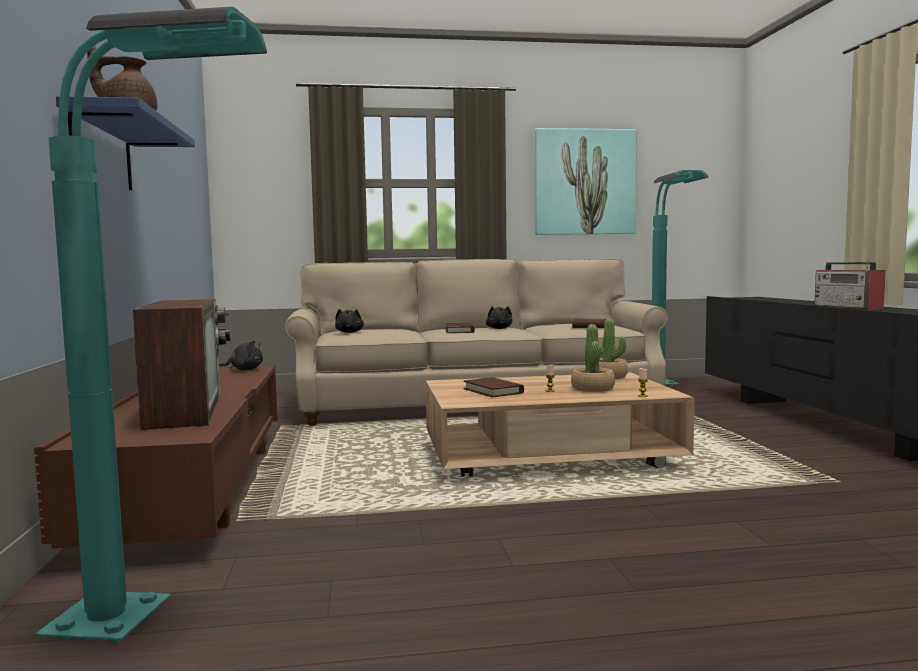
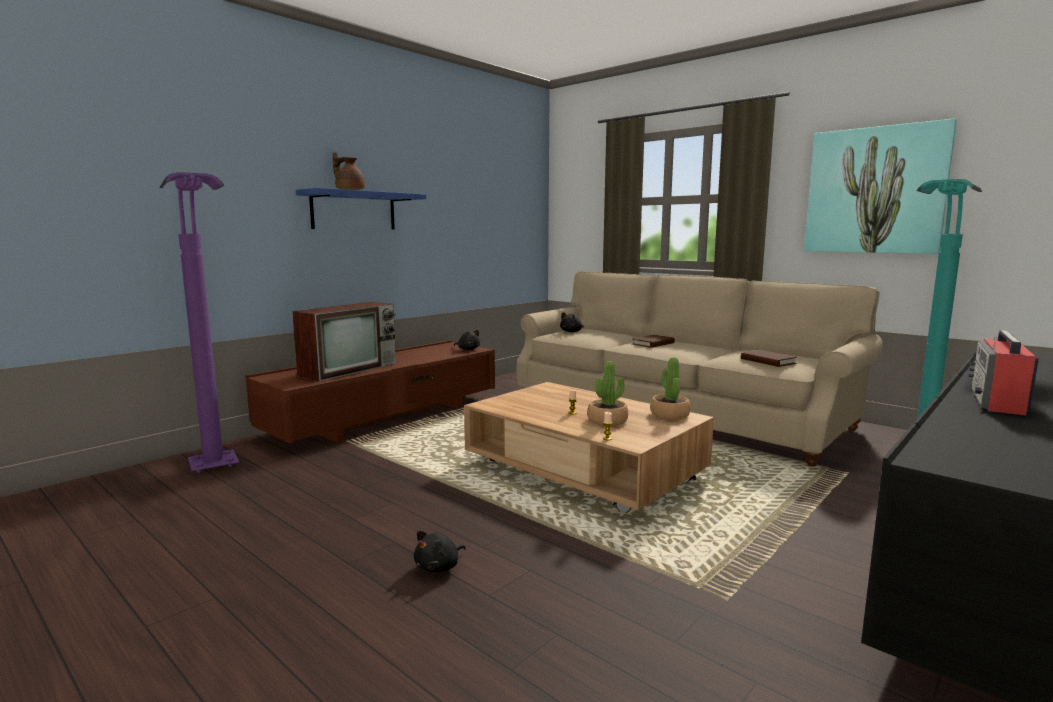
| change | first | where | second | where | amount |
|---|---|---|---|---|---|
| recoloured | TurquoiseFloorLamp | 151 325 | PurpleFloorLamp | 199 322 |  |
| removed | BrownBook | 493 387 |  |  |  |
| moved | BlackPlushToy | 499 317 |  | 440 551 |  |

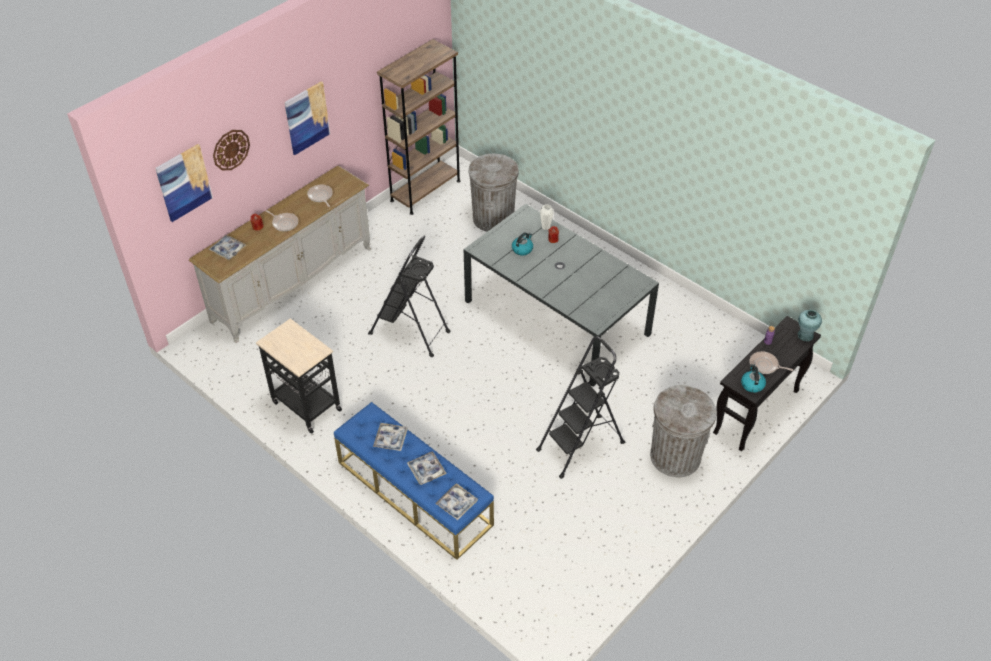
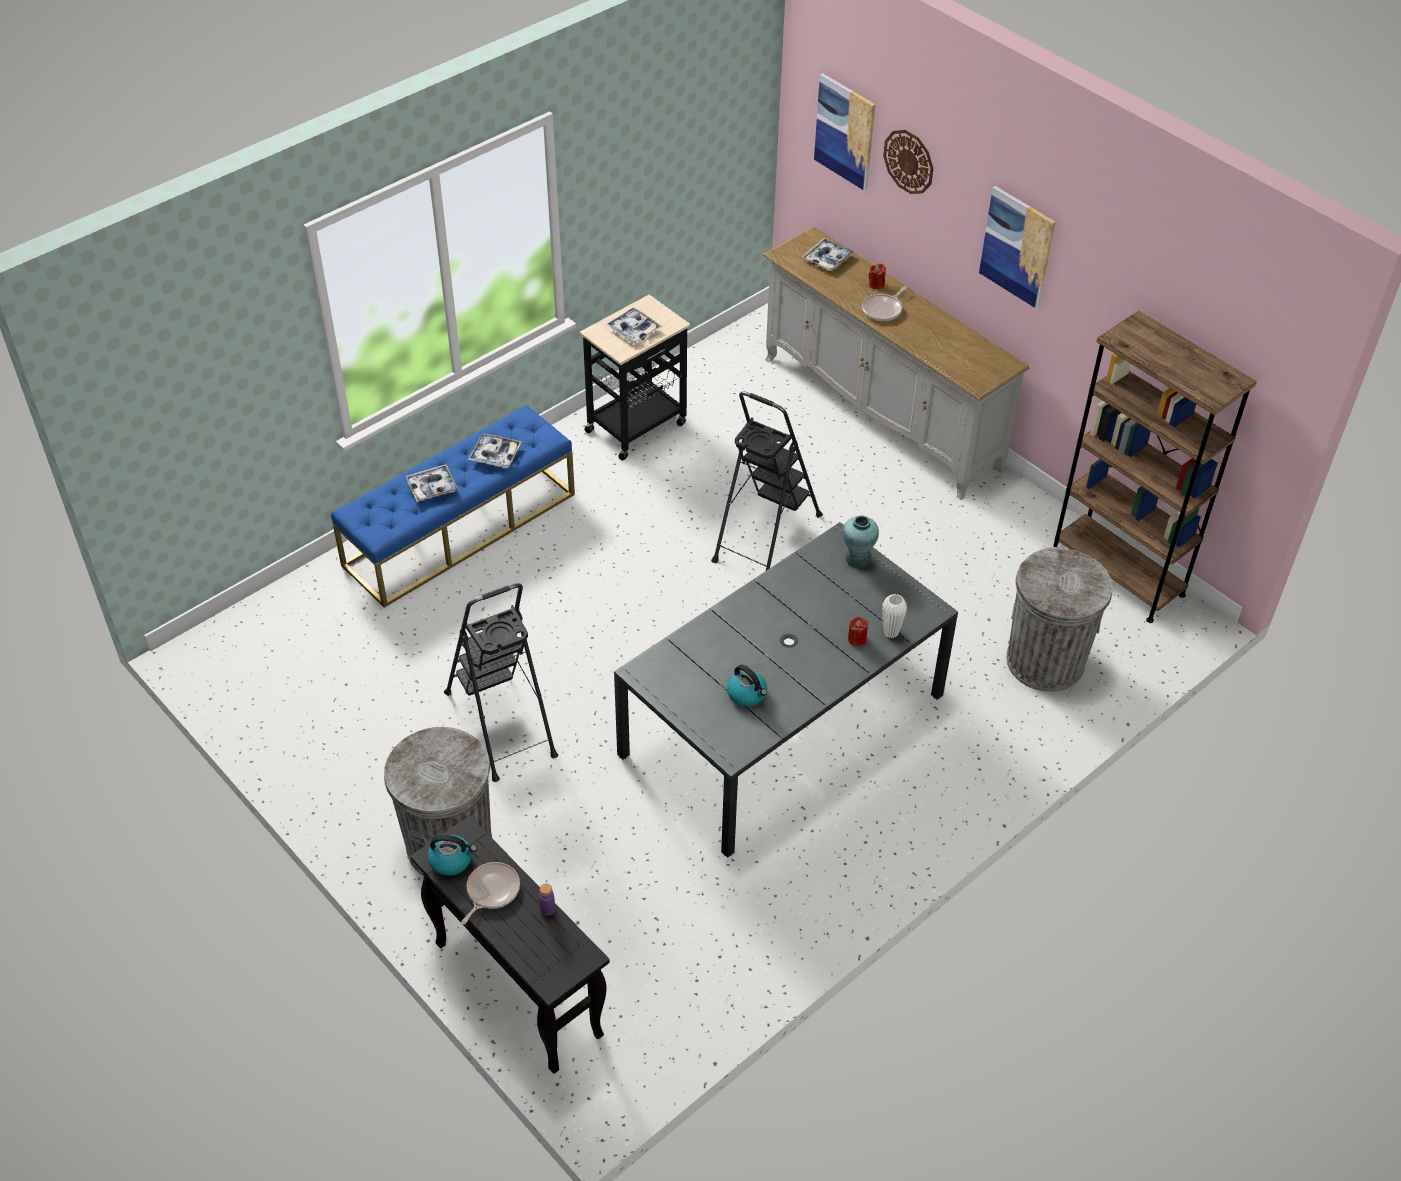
| change | first | where | second | where | amount |
|---|---|---|---|---|---|
| removed | FryingPan | 320 196 |  |  |  |
| moved | Tray | 456 501 |  | 633 326 |  |
| moved | Kettle | 522 244 |  | 747 686 |  |
| moved | TurquoiseVase | 810 326 |  | 861 541 |  |

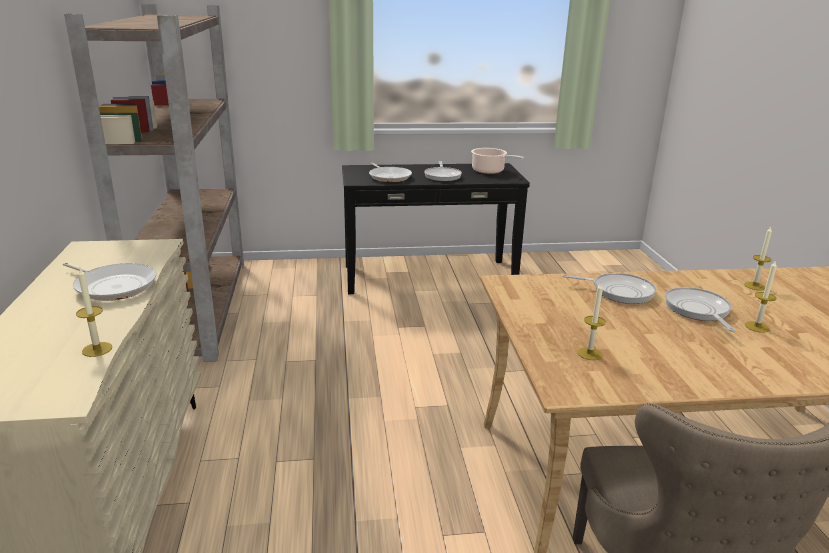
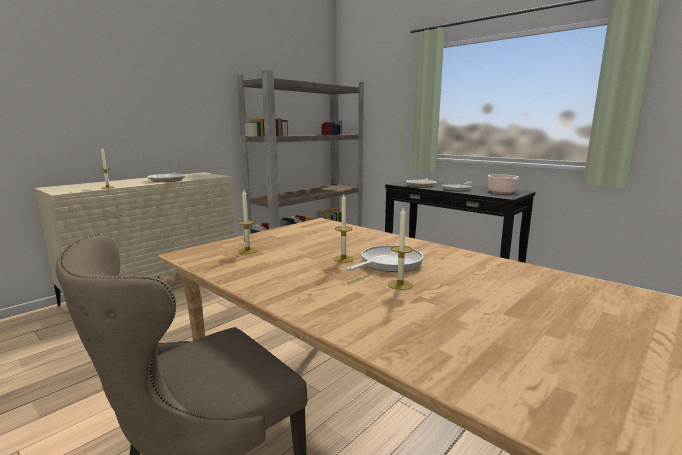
| change | first | where | second | where | amount |
|---|---|---|---|---|---|
| removed | FryingPan | 609 288 |  |  |  |
| moved | Candle | 758 258 |  | 343 228 |  |

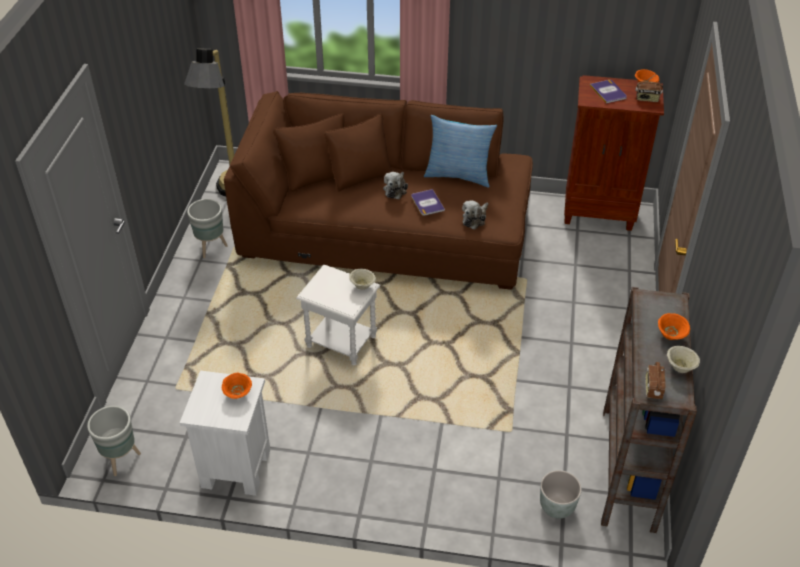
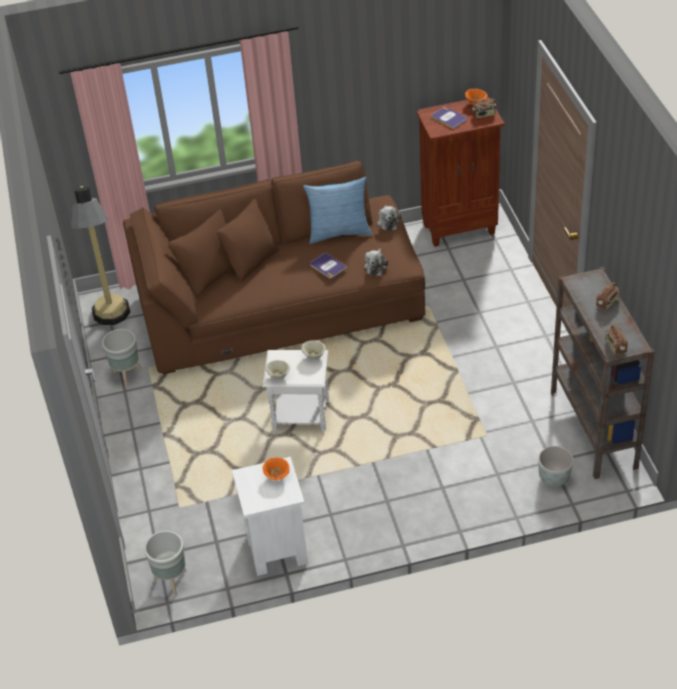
| change | first | where | second | where | amount |
|---|---|---|---|---|---|
| moved | PlushToy | 395 185 |  | 389 218 |  |
| replaced | OrangeBowl | 674 326 | Radio | 608 295 |  |
| moved | BeigeBowl | 683 359 |  | 278 370 |  |

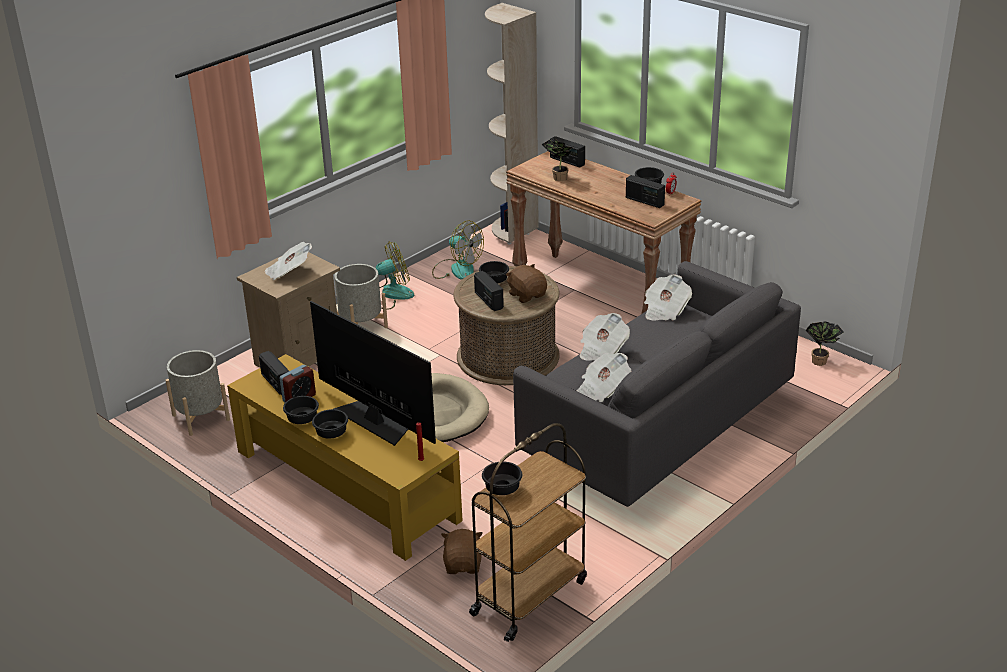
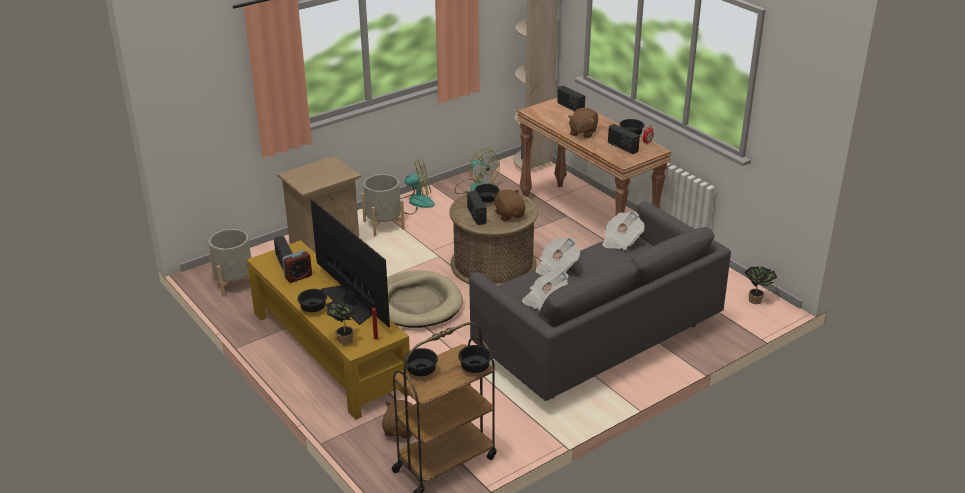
| change | first | where | second | where | amount |
|---|---|---|---|---|---|
| removed | Newspaper | 288 261 |  |  |  |
| moved | BlackBowl | 301 410 |  | 475 359 |  |
| moved | PottedPlant | 557 160 |  | 341 321 |  |
| added |  |  | BrownPlushToy | 583 123 |  |

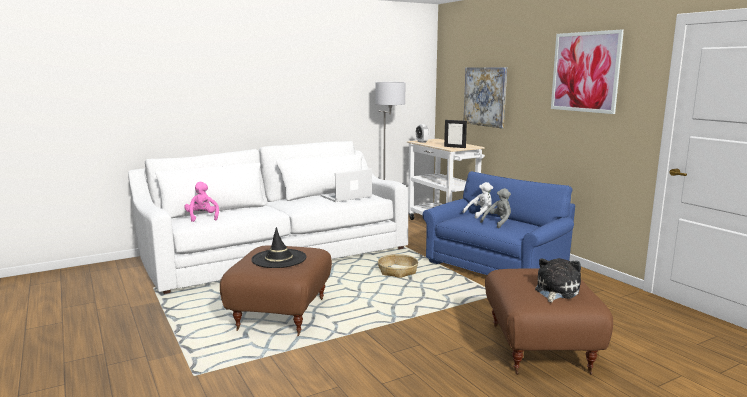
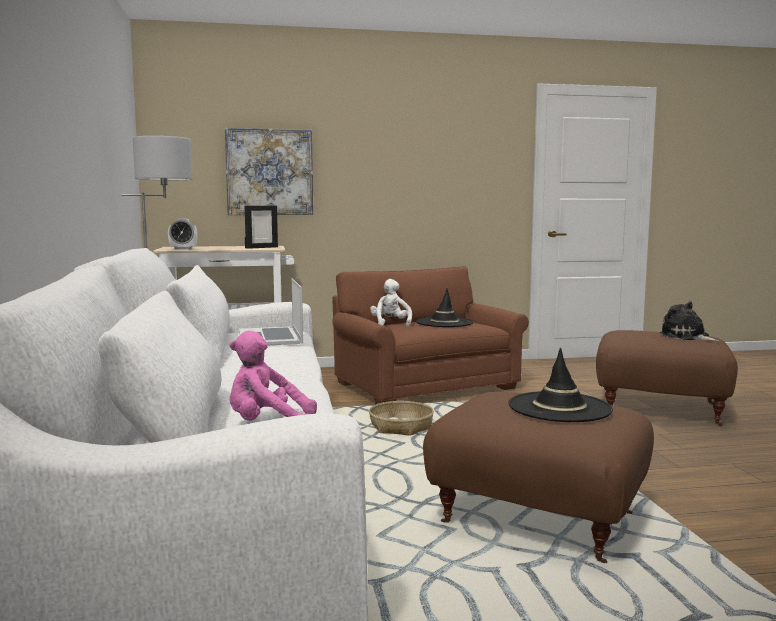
| change | first | where | second | where | amount |
|---|---|---|---|---|---|
| recoloured | BlueArmchair | 499 223 | BrownArmchair | 430 335 |  |
| replaced | GreyPlushToy | 495 208 | BlackHat | 445 307 |  |
| removed | Picture | 587 71 |  |  |  |

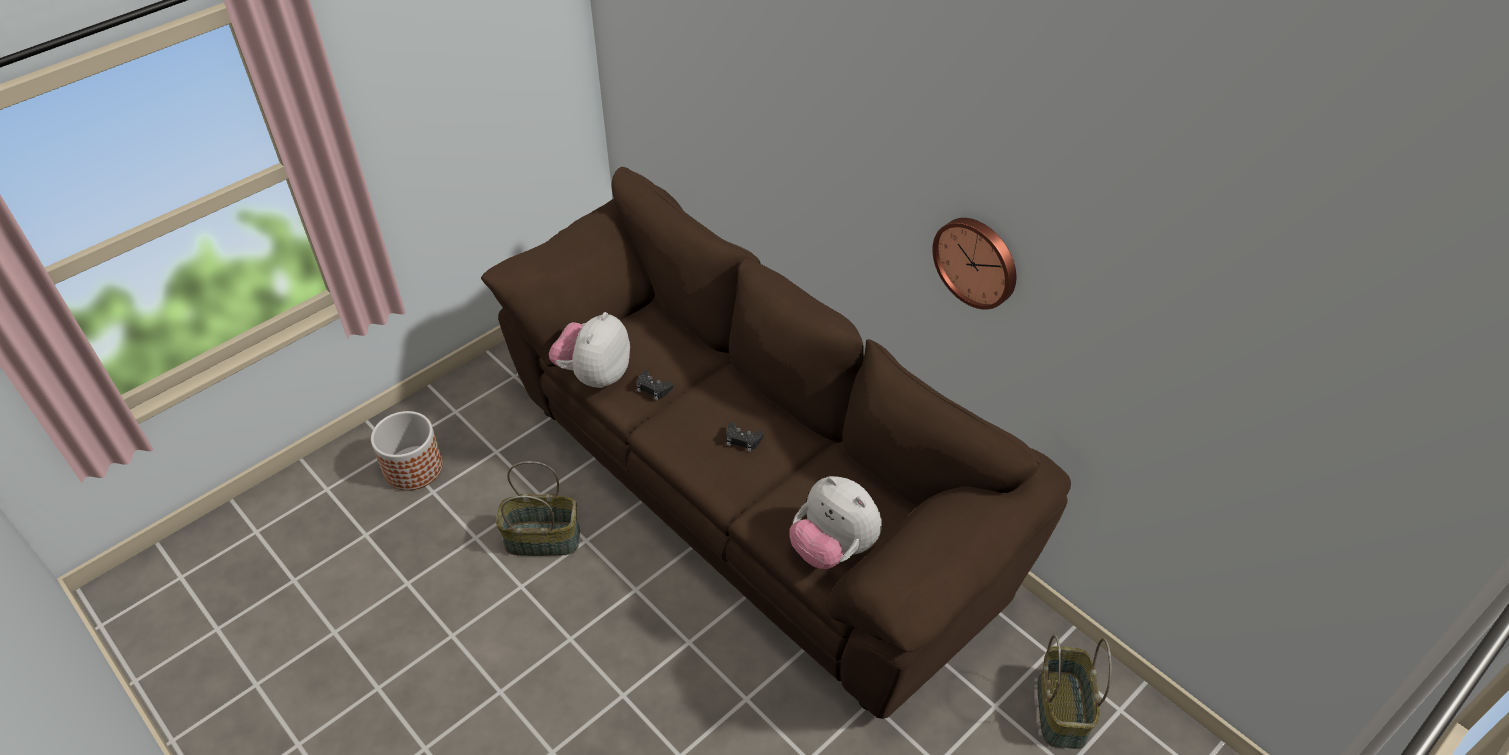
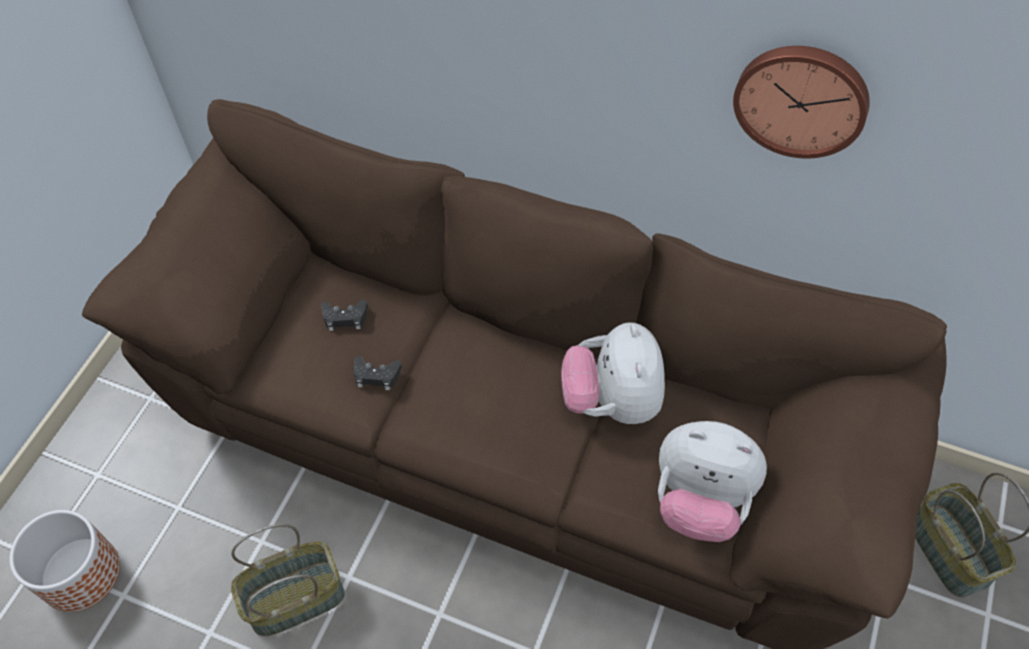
| change | first | where | second | where | amount |
|---|---|---|---|---|---|
| moved | PlushToy | 589 350 |  | 613 373 |  |
| moved | BlackGameController | 745 437 |  | 344 315 |  |

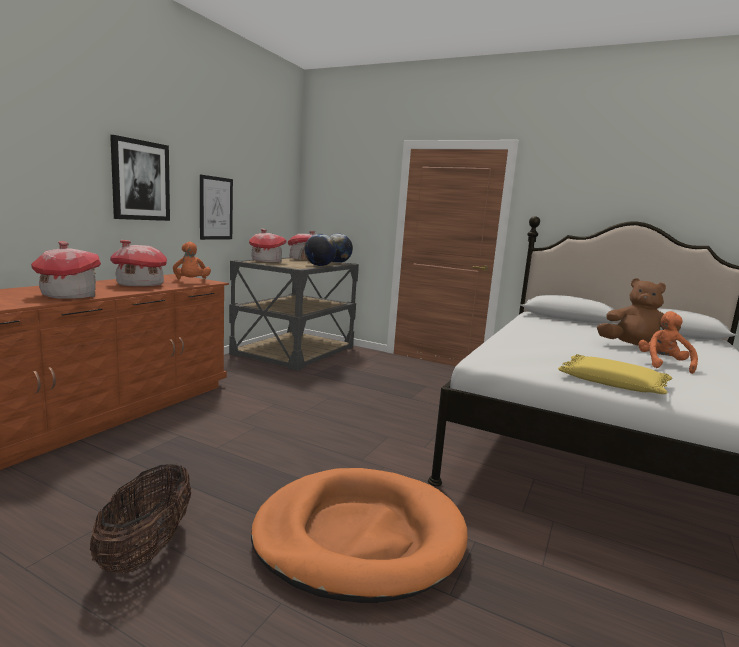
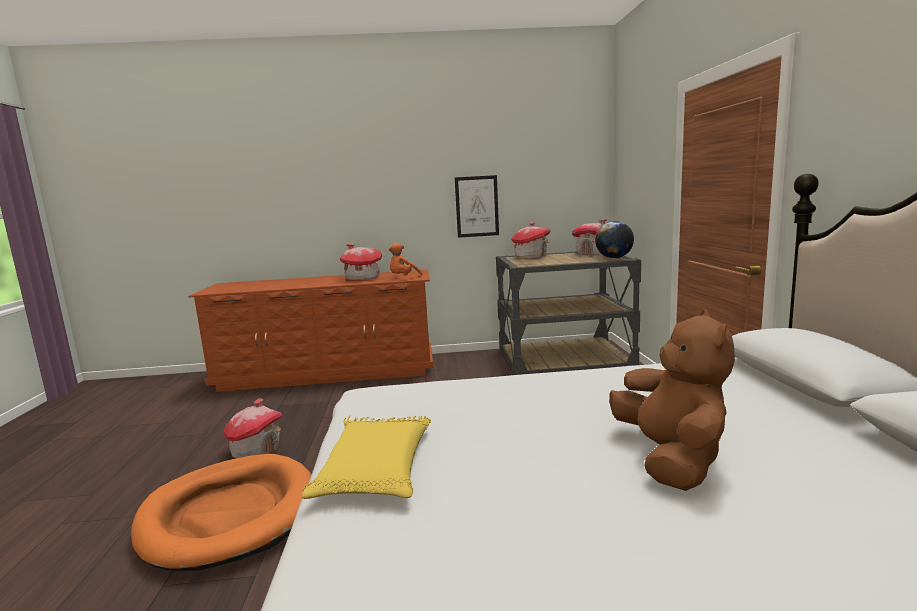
| change | first | where | second | where | amount |
|---|---|---|---|---|---|
| moved | ToyHouse | 66 270 |  | 252 428 |  |
| removed | Basket | 140 518 |  |  |  |
| removed | Picture | 140 178 |  |  |  |
| removed | Globe | 320 250 |  |  |  |
| removed | OrangePlushToy | 668 342 |  |  |  |

